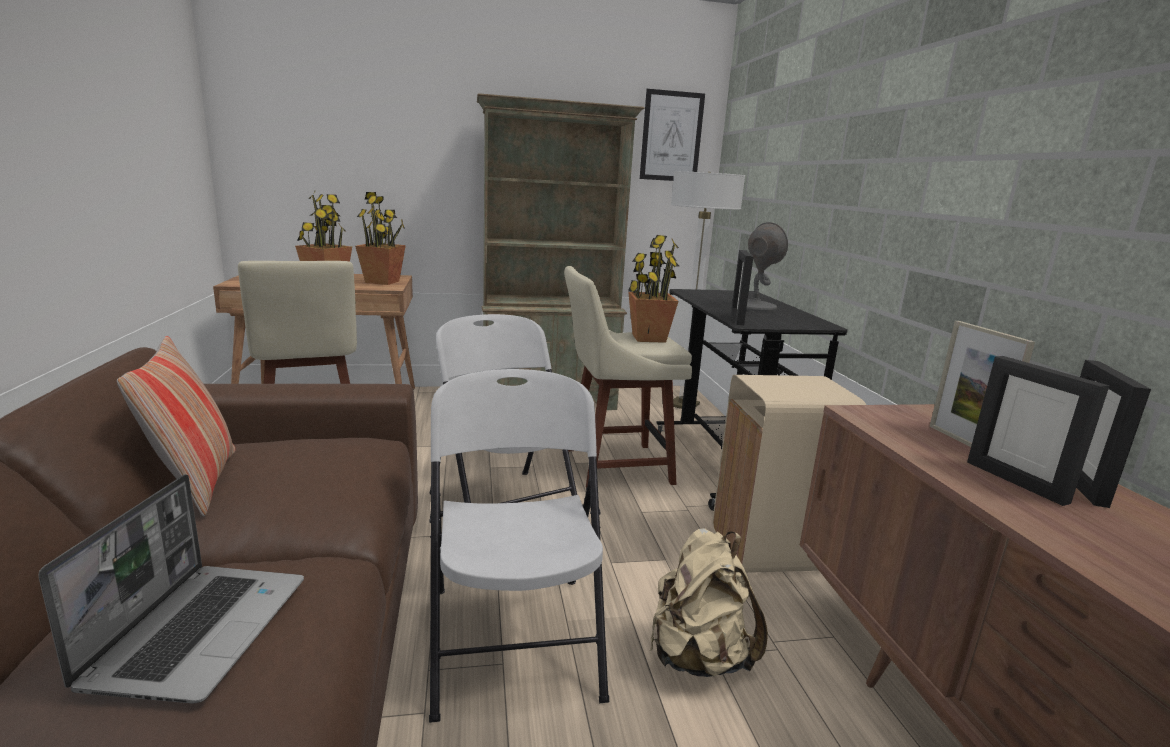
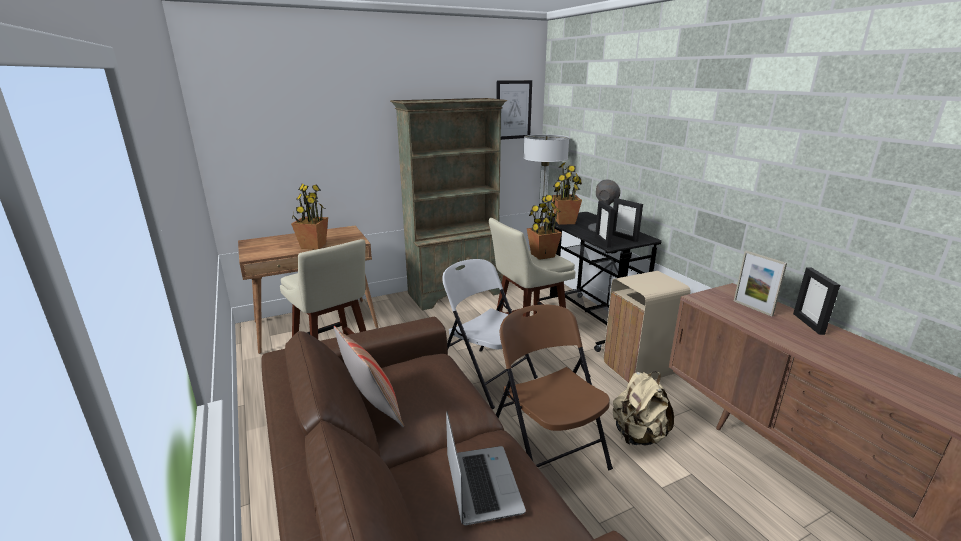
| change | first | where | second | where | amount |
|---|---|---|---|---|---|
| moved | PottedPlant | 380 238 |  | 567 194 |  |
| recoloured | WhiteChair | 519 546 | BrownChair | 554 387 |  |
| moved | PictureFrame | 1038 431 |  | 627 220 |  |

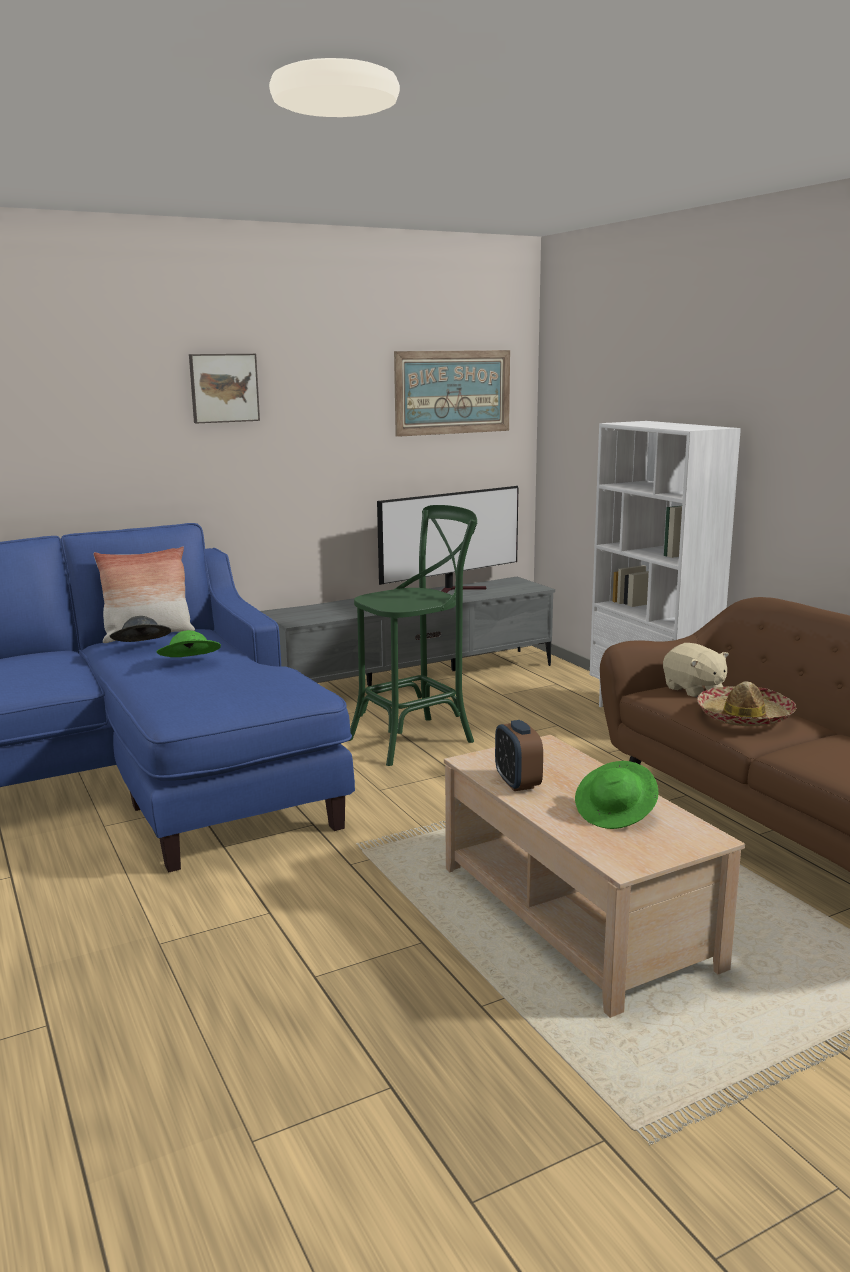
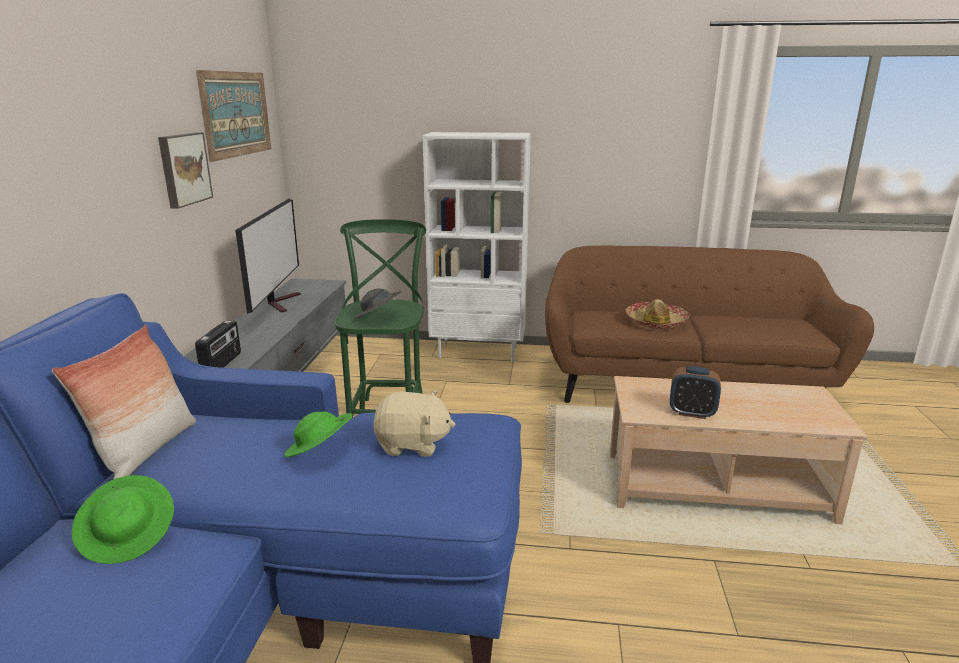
| change | first | where | second | where | amount |
|---|---|---|---|---|---|
| moved | GreyHat | 140 629 |  | 378 303 |  |
| moved | Picture | 224 388 |  | 185 170 |  |
| moved | GreenHat | 616 795 |  | 123 519 |  |
| moved | BeigePlushToy | 696 670 |  | 414 423 |  |
| added |  |  | Radio | 218 344 |  |

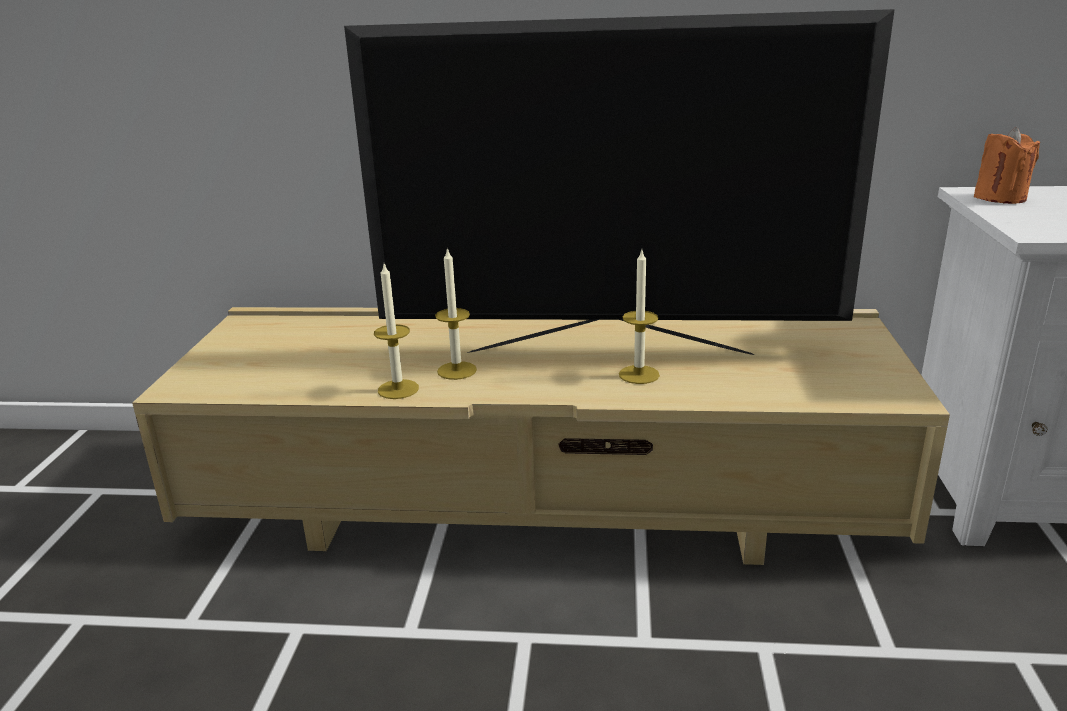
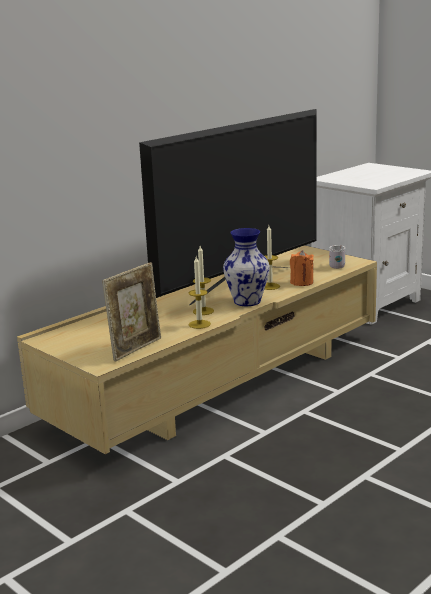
| change | first | where | second | where | amount |
|---|---|---|---|---|---|
| moved | OrangeCandle | 1007 165 |  | 302 268 |  |
| added |  |  | PictureFrame | 131 311 |  |
| added |  |  | Vase | 246 267 |  |
| added |  |  | WhiteMug | 337 257 |  |

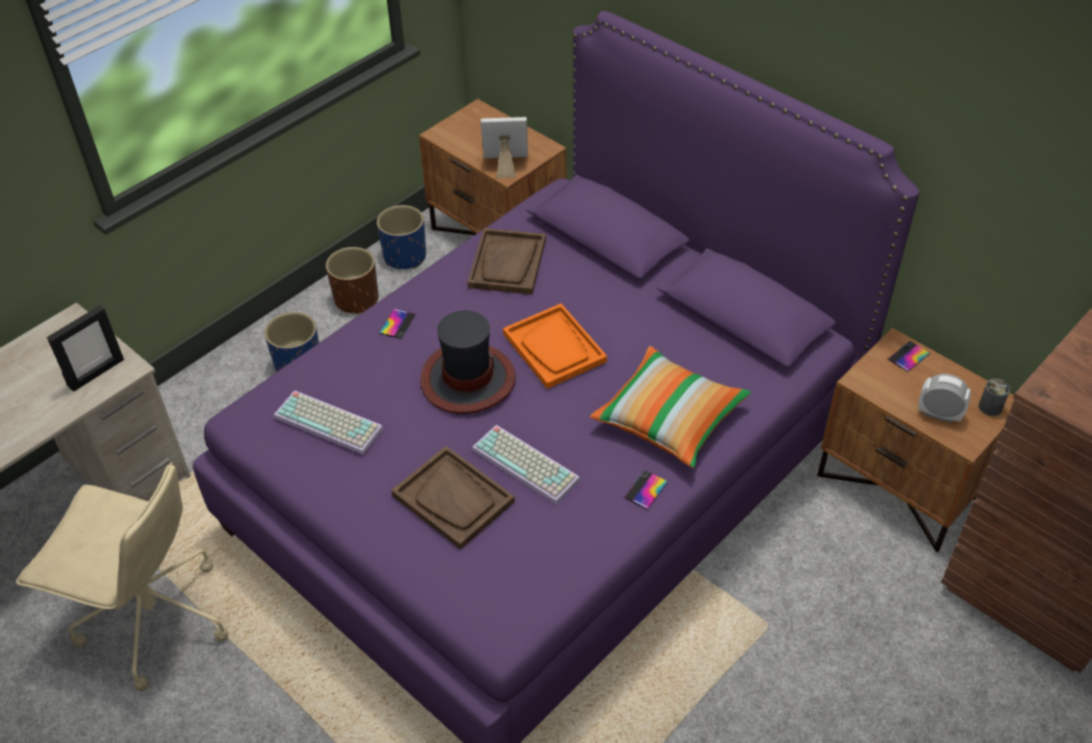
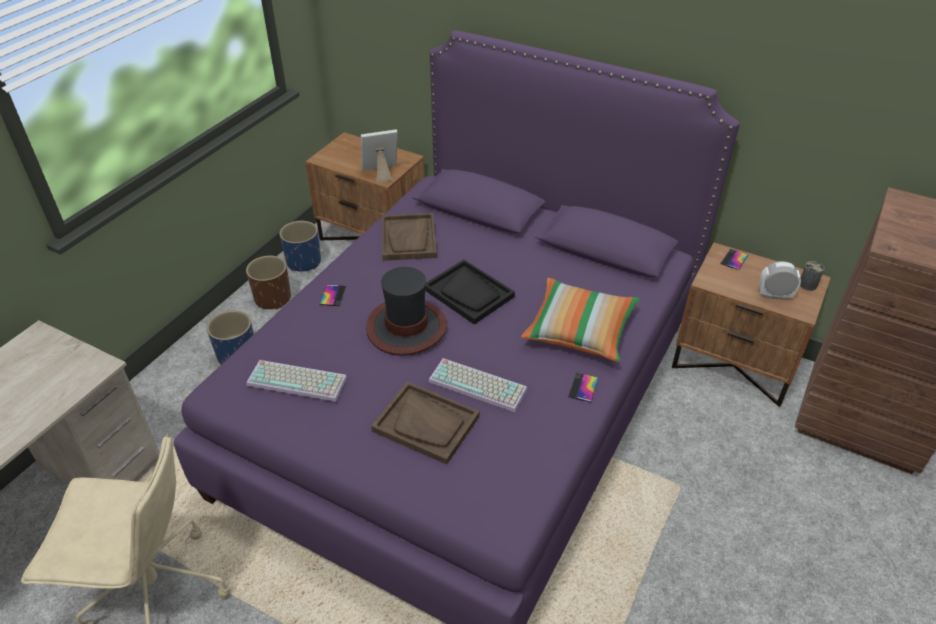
| change | first | where | second | where | amount |
|---|---|---|---|---|---|
| removed | PictureFrame | 85 348 |  |  |  |
| recoloured | OrangeTray | 555 346 | BlackTray | 470 292 |  |

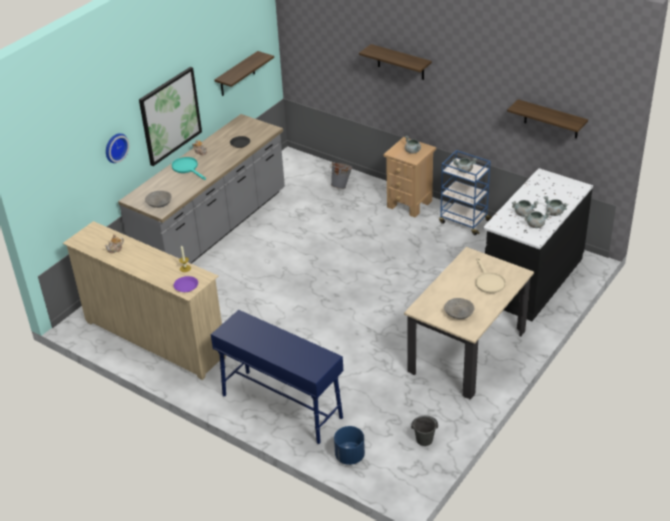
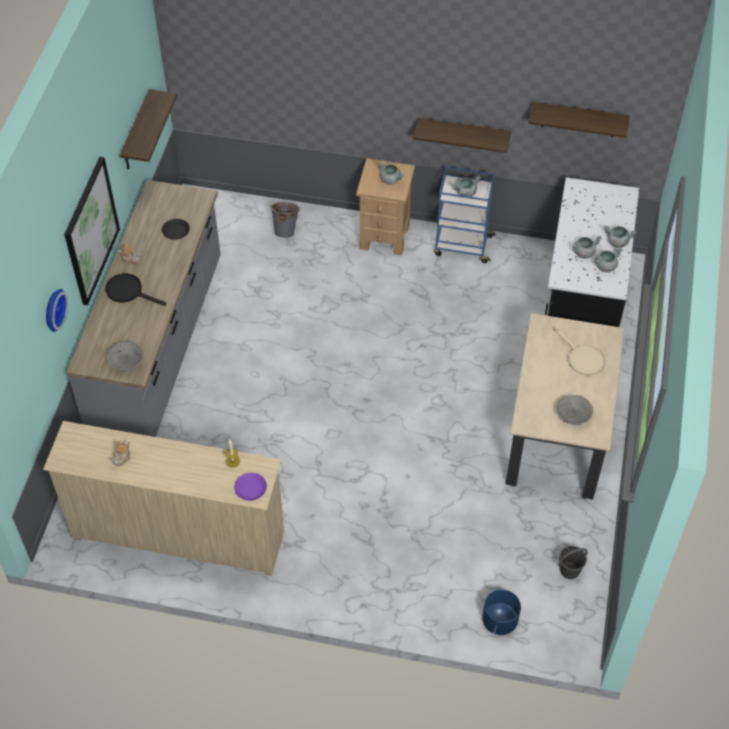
| change | first | where | second | where | amount |
|---|---|---|---|---|---|
| recoloured | TurquoiseFryingPan | 189 168 | BlackFryingPan | 135 289 |  |
| removed | BlueConsoleTable | 277 377 |  |  |  |
| moved | Shelf | 395 62 |  | 462 135 |  |

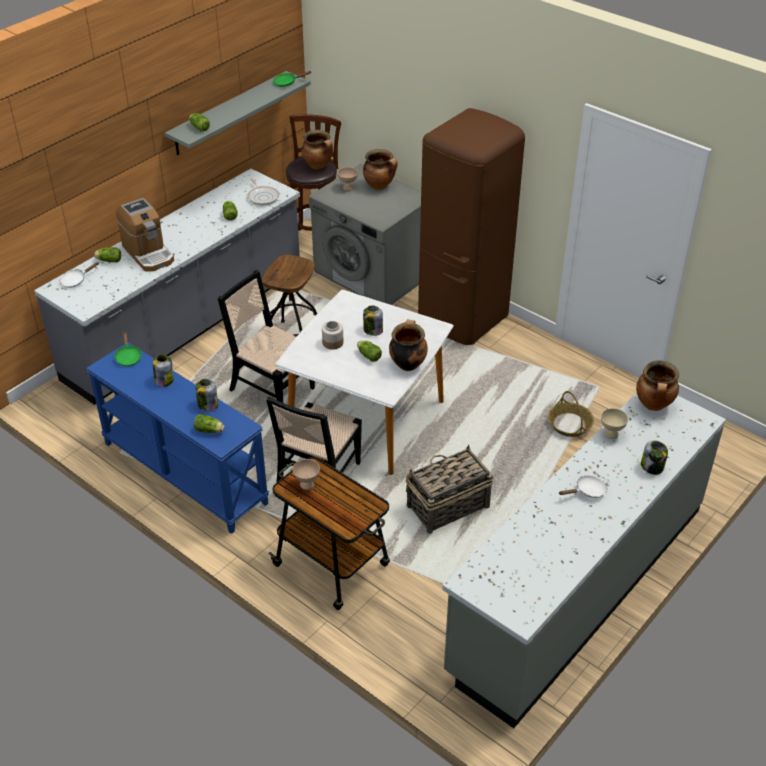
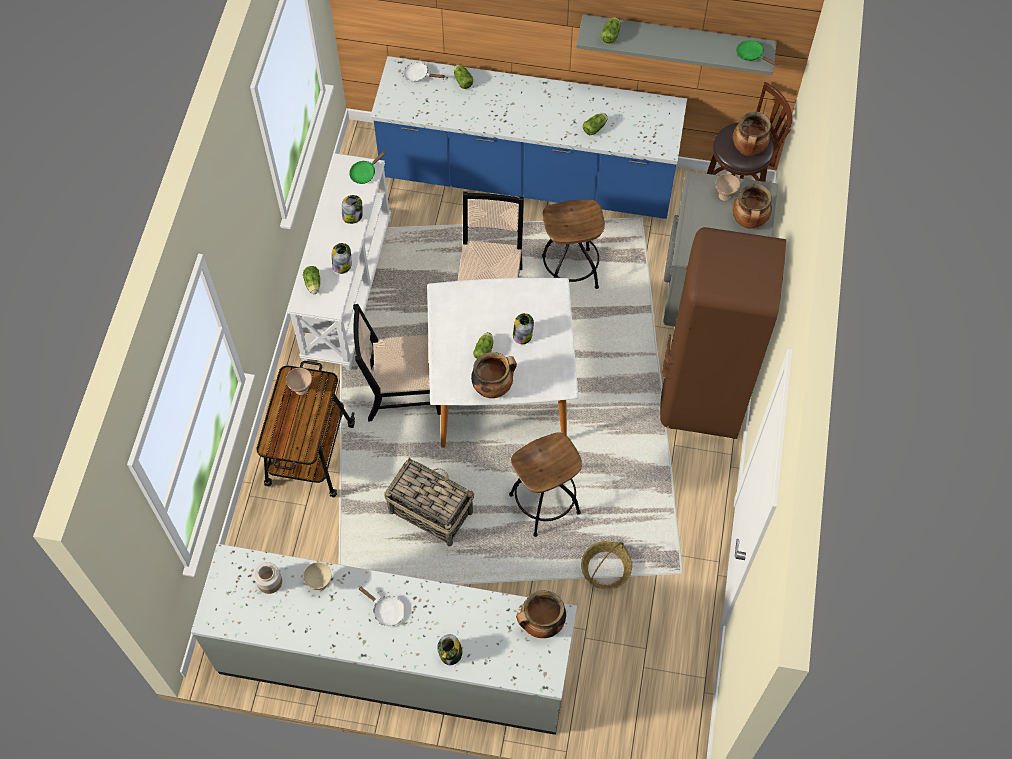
| change | first | where | second | where | amount |
|---|---|---|---|---|---|
| recoloured | GreyCounter | 167 286 | BlueCounter | 528 137 |  |
| recoloured | BlueConsoleTable | 177 438 | WhiteConsoleTable | 339 262 |  |
| removed | CoffeeMachine | 145 235 |  |  |  |
| removed | FryingPan | 263 191 |  |  |  |
| moved | Jar | 332 335 |  | 268 578 |  |
| moved | BeigeBowl | 614 423 |  | 317 576 |  |
| added |  |  | BrownStool | 545 485 |  |

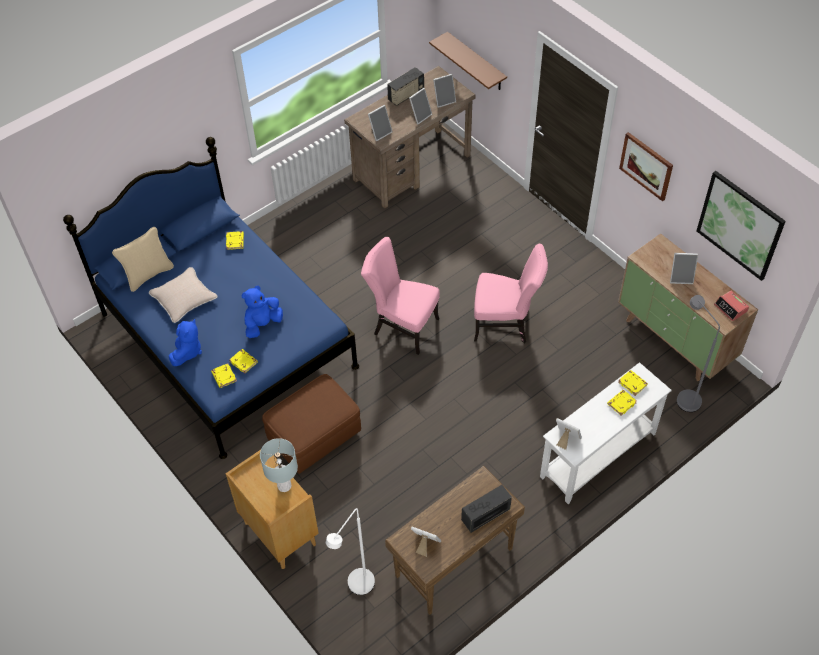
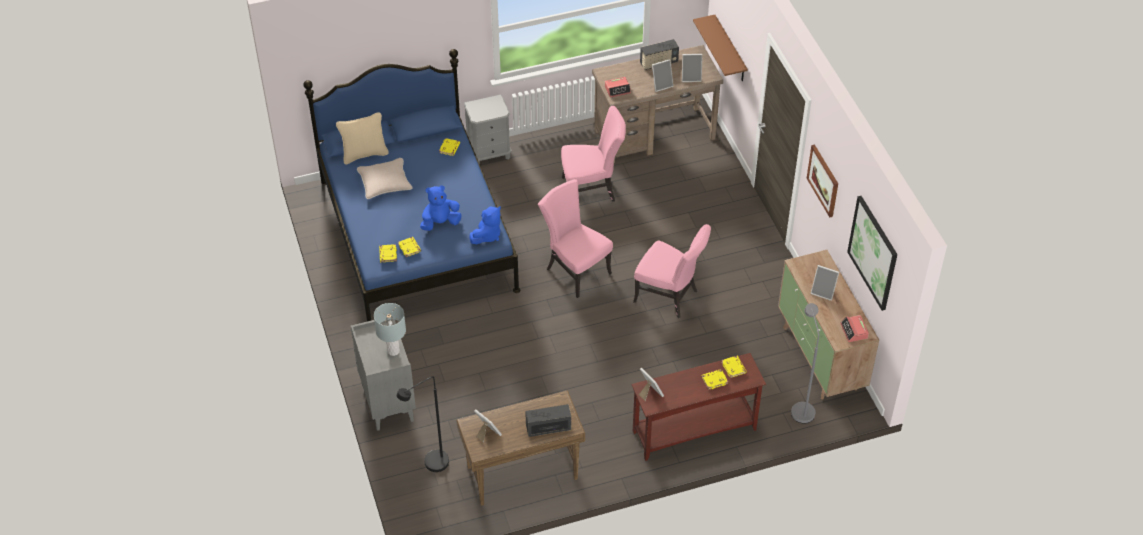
| change | first | where | second | where | amount |
|---|---|---|---|---|---|
| moved | BluePlushToy | 185 342 |  | 485 225 |  |
| recoloured | BrownCabinet | 272 509 | GreyCabinet | 383 375 |  |
| removed | BrownOttoman | 311 424 |  |  |  |
| recoloured | WhiteFloorLamp | 350 551 | BlackFloorLamp | 423 424 |  |
| replaced | PictureFrame | 380 123 | AlarmClock | 618 87 |  |
| recoloured | WhiteConsoleTable | 606 433 | BrownConsoleTable | 698 407 |  |
| added |  |  | GreyNightstand | 488 129 |  |
| added |  |  | PinkChair | 593 154 |  |

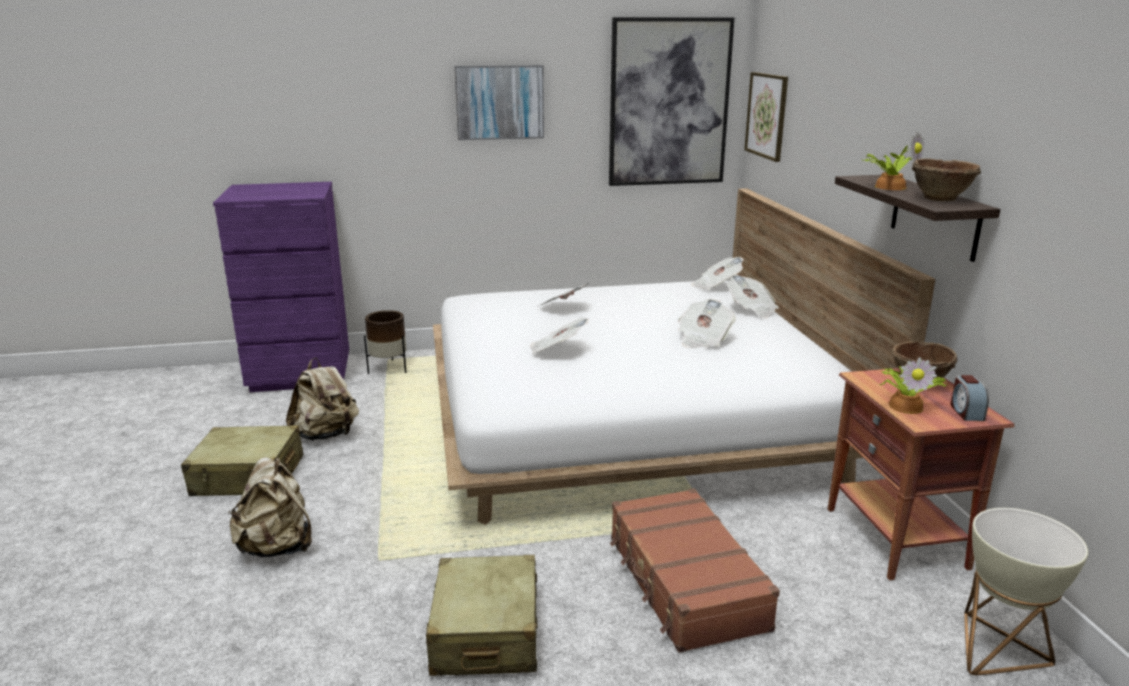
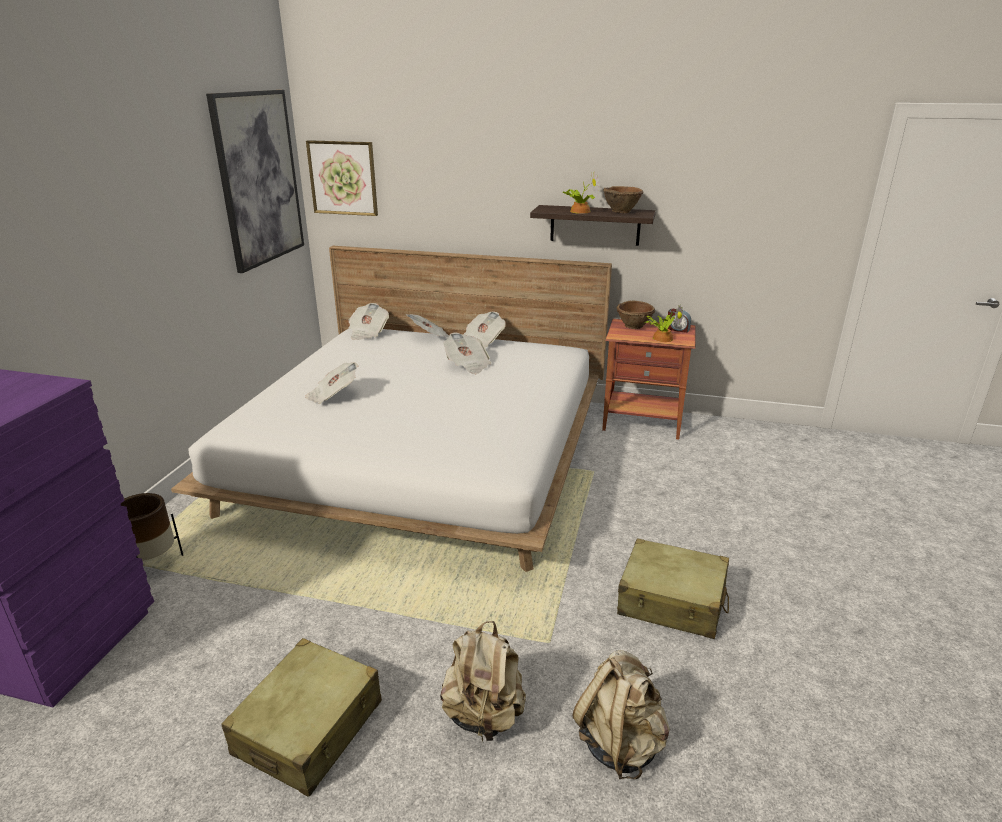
| change | first | where | second | where | amount |
|---|---|---|---|---|---|
| moved | BeigeBackpack | 322 399 |  | 621 714 |  |
| removed | Picture | 499 102 |  |  |  |
| moved | Newspaper | 559 335 |  | 485 329 |  |
| removed | BrownSuitcase | 695 570 |  |  |  |
| removed | Planter | 1026 591 |  |  |  |

